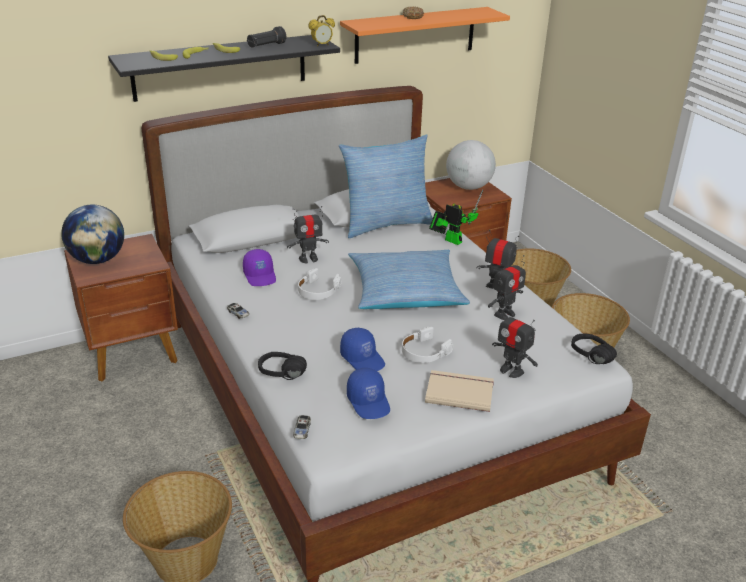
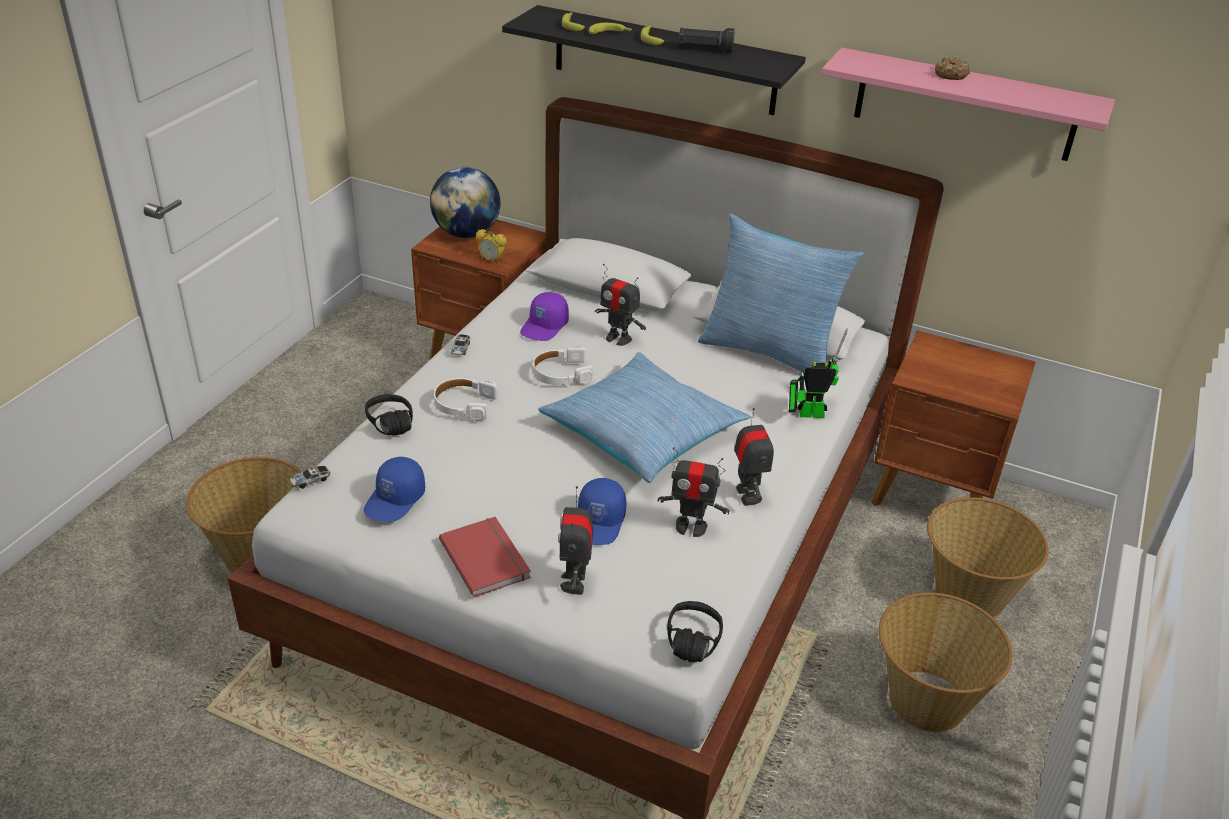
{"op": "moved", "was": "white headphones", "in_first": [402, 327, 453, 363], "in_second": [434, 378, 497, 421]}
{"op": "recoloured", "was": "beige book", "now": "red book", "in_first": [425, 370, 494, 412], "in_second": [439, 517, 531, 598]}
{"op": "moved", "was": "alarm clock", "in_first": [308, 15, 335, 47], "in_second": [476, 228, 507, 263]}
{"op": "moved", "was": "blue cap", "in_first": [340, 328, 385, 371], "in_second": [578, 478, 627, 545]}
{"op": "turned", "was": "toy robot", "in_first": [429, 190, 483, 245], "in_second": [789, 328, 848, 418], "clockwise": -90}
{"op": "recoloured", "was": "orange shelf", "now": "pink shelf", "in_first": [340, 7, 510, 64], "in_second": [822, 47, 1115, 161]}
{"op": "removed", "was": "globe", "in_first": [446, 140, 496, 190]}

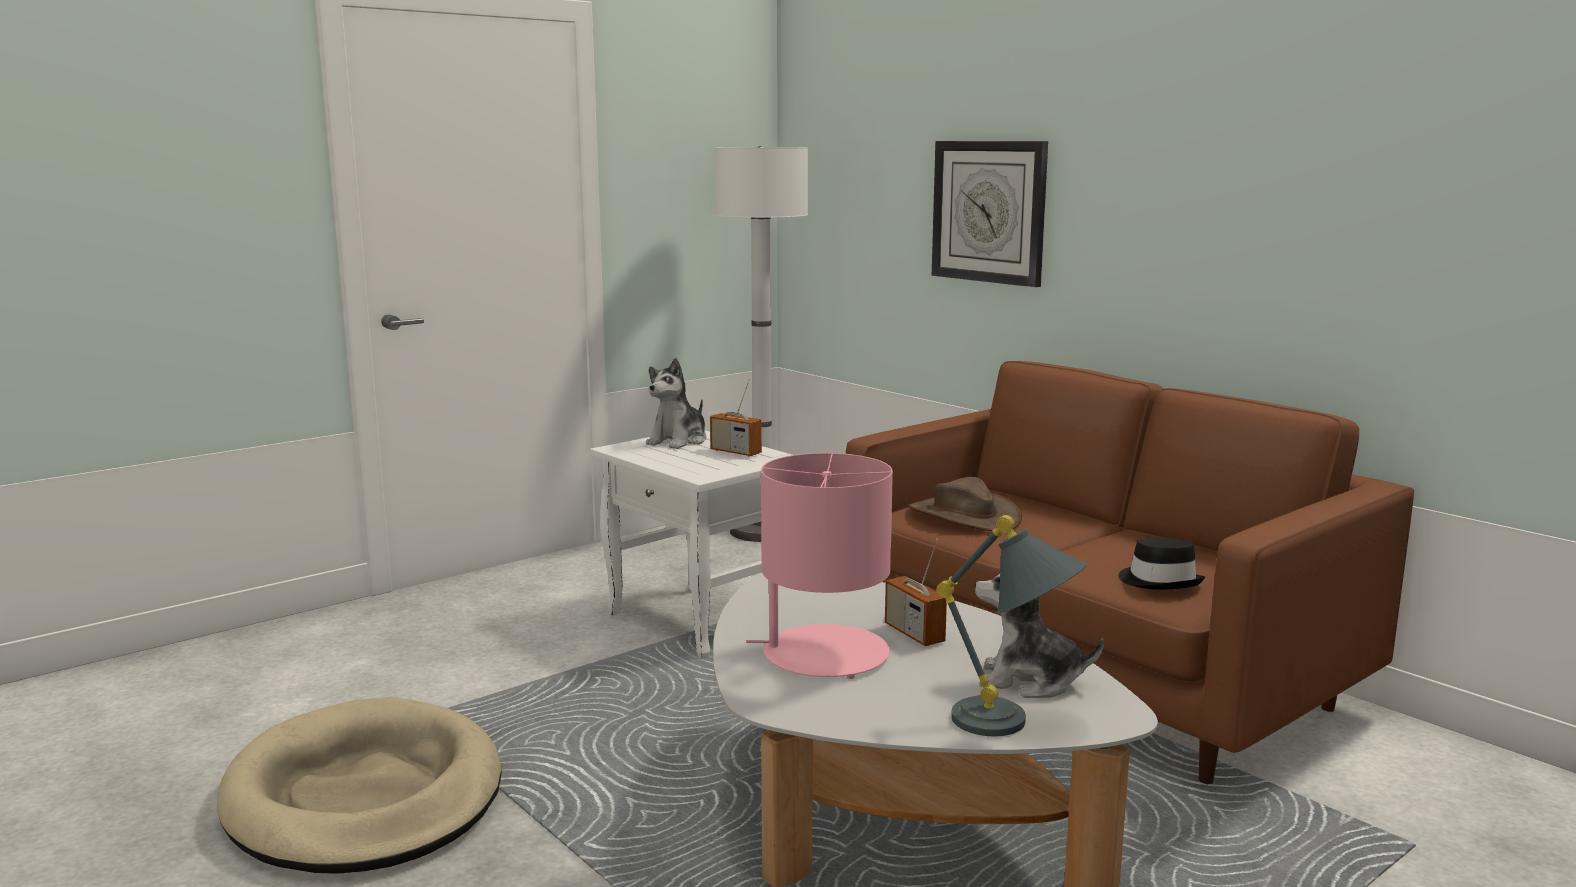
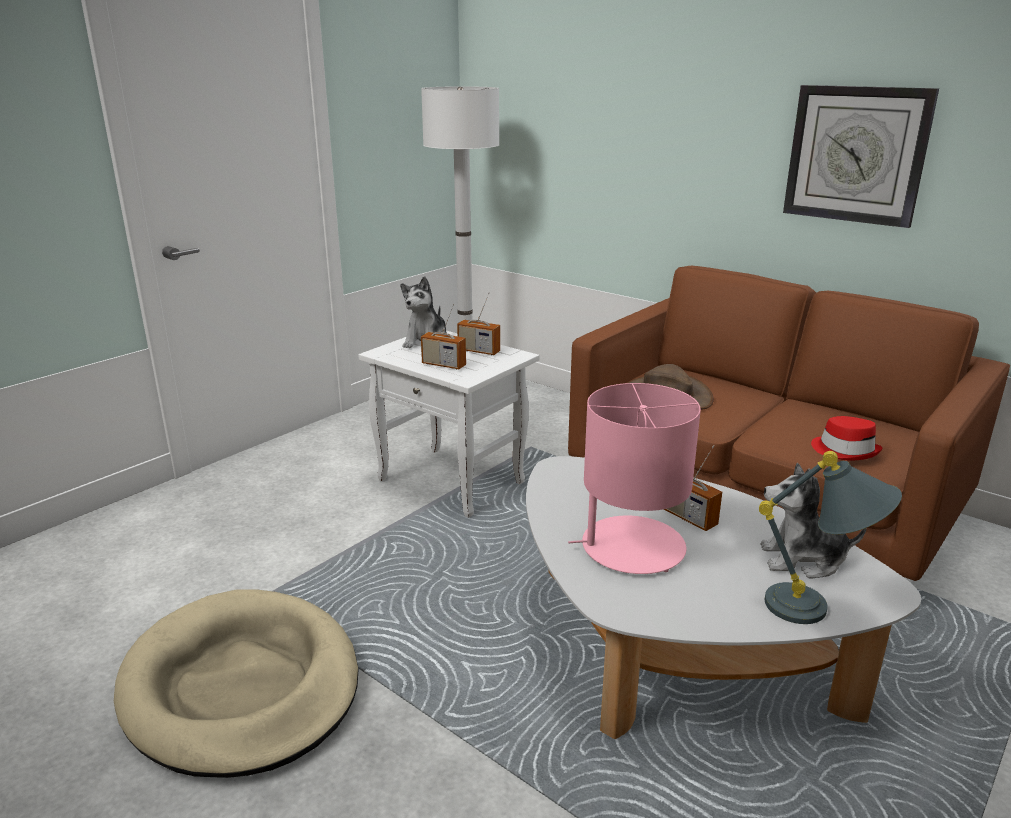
{"op": "added", "now": "radio", "in_second": [421, 303, 466, 369]}
{"op": "moved", "was": "wall clock", "in_first": [932, 141, 1048, 287], "in_second": [783, 85, 939, 228]}
{"op": "recoloured", "was": "black hat", "now": "red hat", "in_first": [1118, 537, 1205, 590], "in_second": [811, 416, 882, 461]}

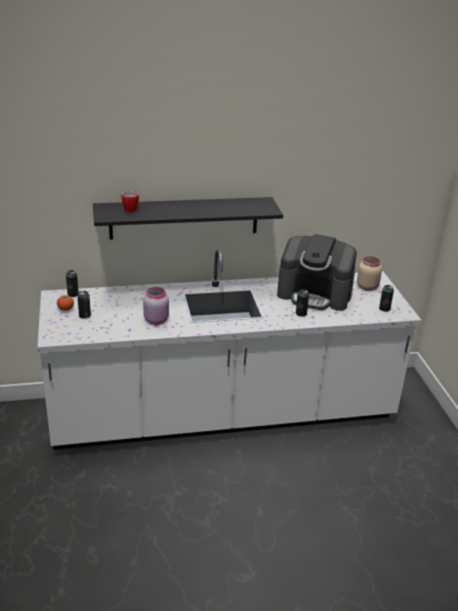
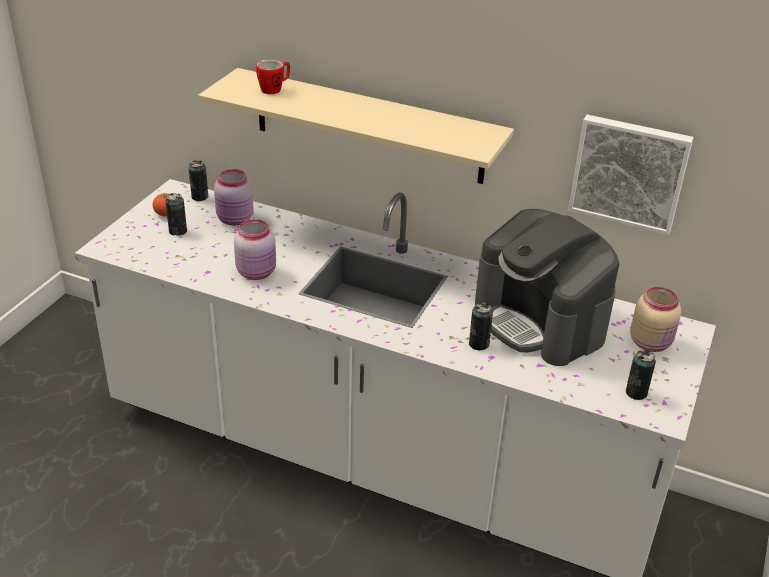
{"op": "recoloured", "was": "black shelf", "now": "beige shelf", "in_first": [93, 197, 283, 240], "in_second": [198, 68, 514, 184]}
{"op": "added", "now": "pink jar", "in_second": [214, 169, 254, 226]}
{"op": "added", "now": "picture", "in_second": [568, 115, 694, 235]}

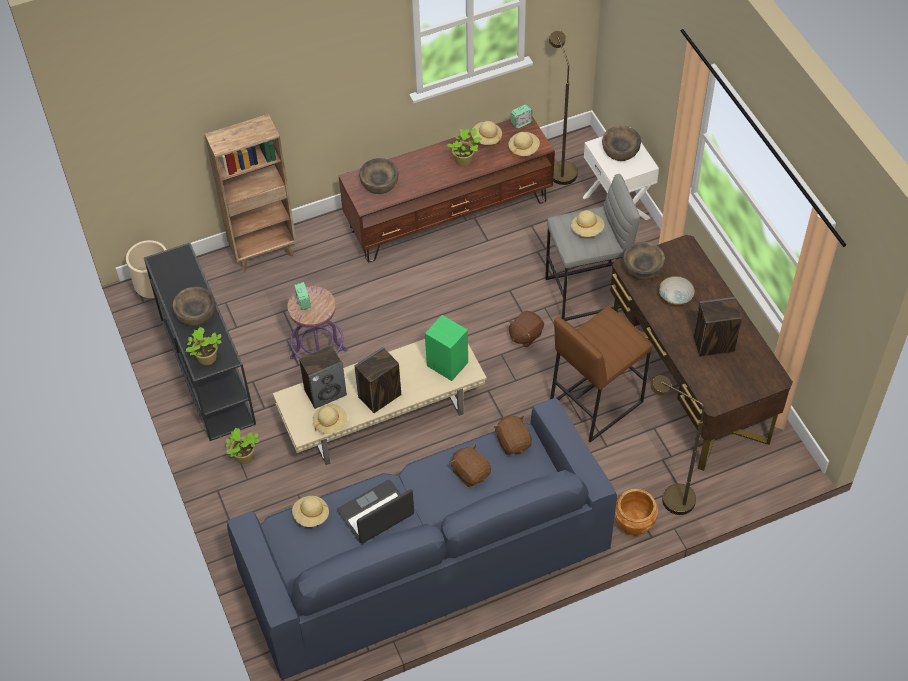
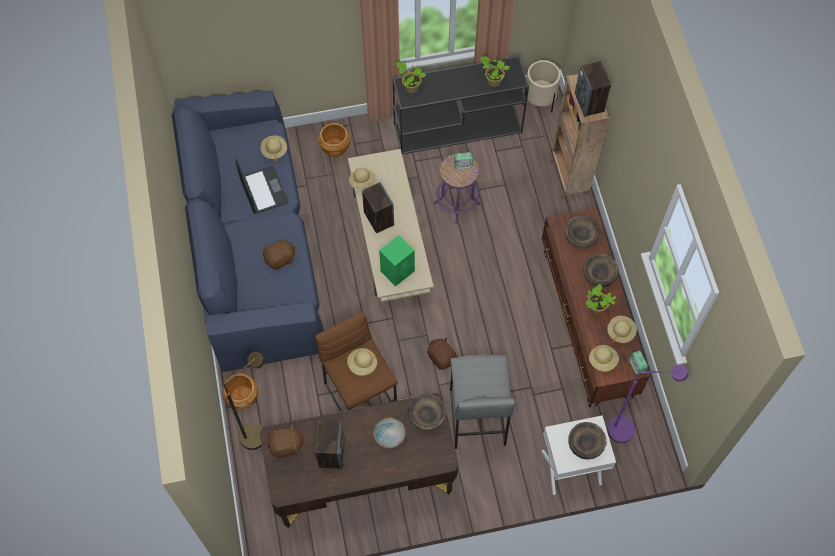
{"op": "moved", "was": "brown plush toy", "in_first": [494, 415, 532, 455], "in_second": [268, 424, 305, 458]}
{"op": "added", "now": "brown planter", "in_second": [318, 123, 350, 157]}
{"op": "moved", "was": "beige hat", "in_first": [571, 210, 605, 237], "in_second": [347, 348, 377, 376]}
{"op": "moved", "was": "potted plant", "in_first": [226, 428, 259, 464], "in_second": [480, 56, 510, 87]}
{"op": "moved", "was": "speaker", "in_first": [299, 345, 347, 409], "in_second": [575, 61, 611, 117]}
{"op": "moved", "was": "brown bowl", "in_first": [173, 287, 216, 326], "in_second": [583, 254, 619, 288]}
{"op": "recoloured", "was": "brown floor lamp", "now": "purple floor lamp", "in_first": [549, 31, 578, 185], "in_second": [607, 364, 688, 443]}

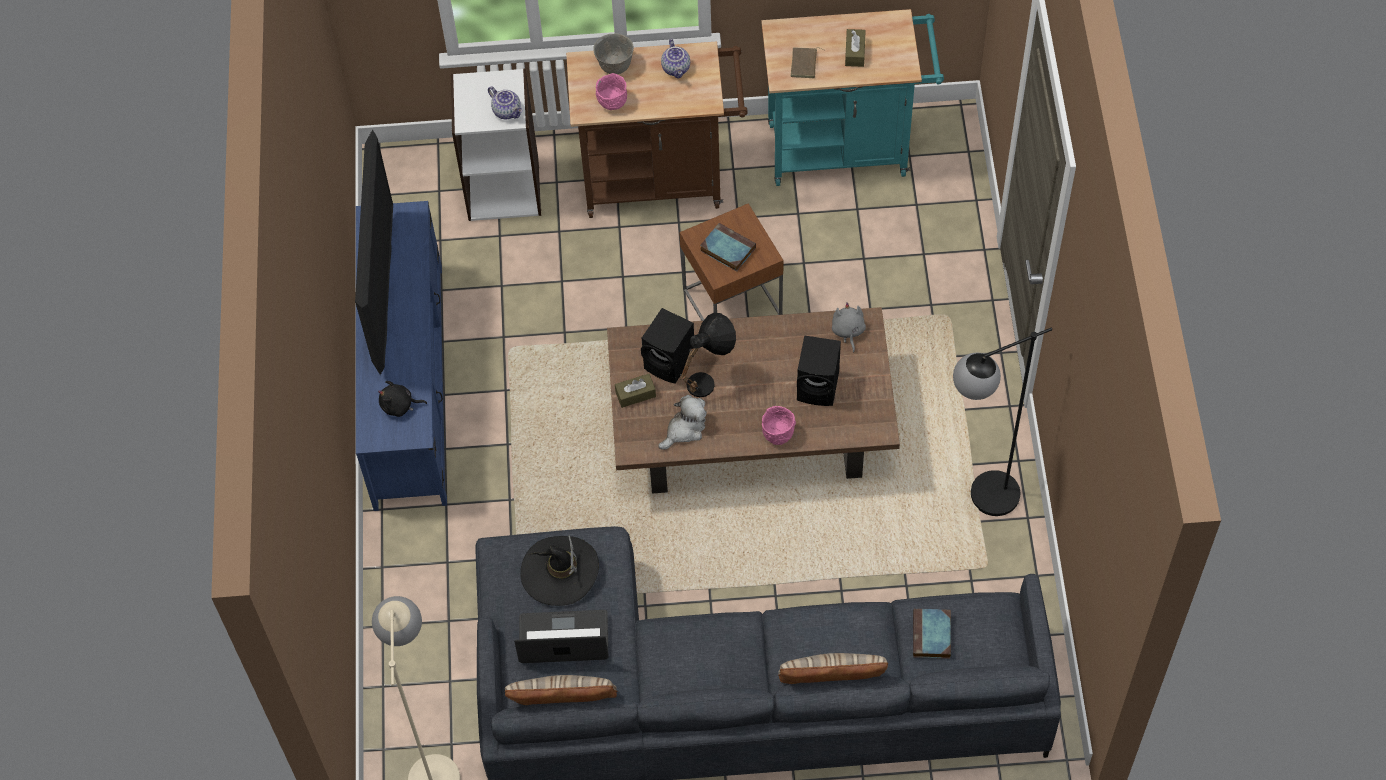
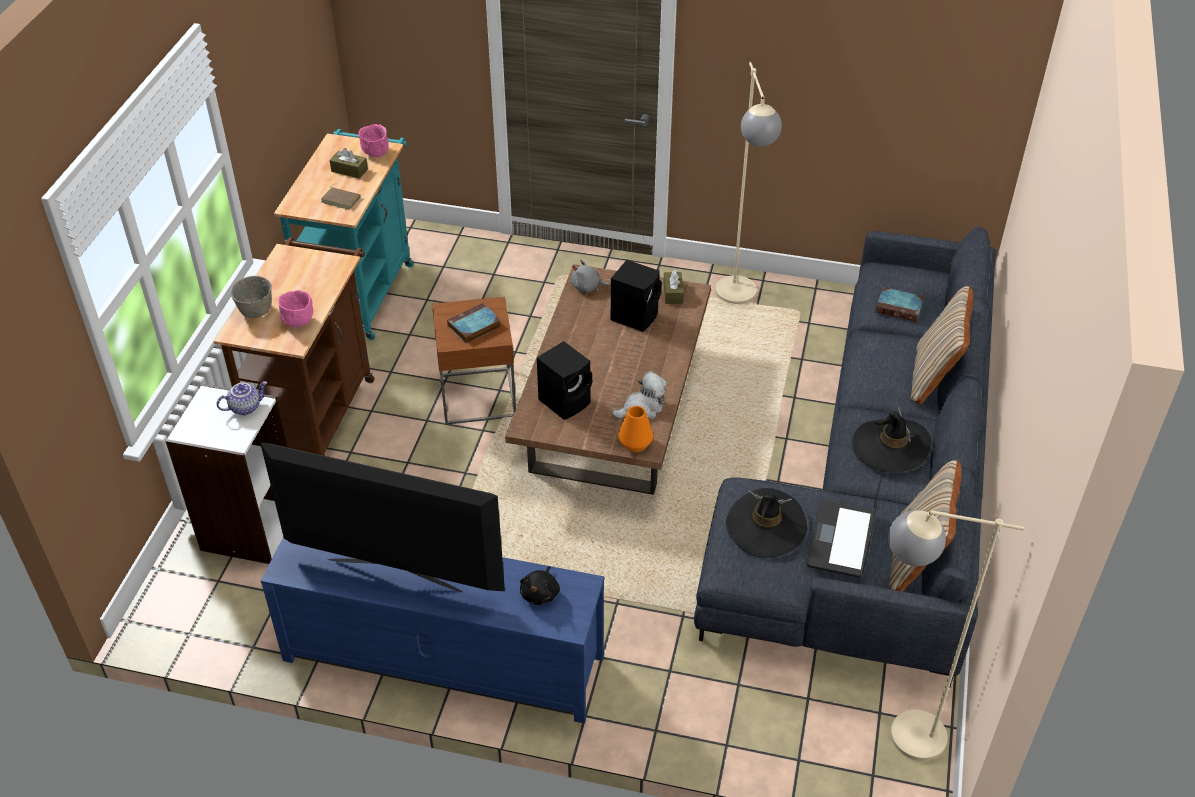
{"op": "moved", "was": "pink bowl", "in_first": [762, 406, 796, 445], "in_second": [358, 124, 389, 157]}
{"op": "turned", "was": "plush toy", "in_first": [658, 395, 707, 450], "in_second": [612, 371, 667, 419], "clockwise": 90}
{"op": "added", "now": "orange vase", "in_second": [618, 406, 653, 452]}
{"op": "moved", "was": "brown tissue box", "in_first": [615, 374, 656, 408], "in_second": [663, 269, 684, 304]}
{"op": "recoloured", "was": "black floor lamp", "now": "beige floor lamp", "in_first": [953, 328, 1052, 516], "in_second": [715, 62, 782, 304]}
{"op": "added", "now": "black hat", "in_second": [852, 407, 931, 473]}
{"op": "removed", "was": "teapot", "in_first": [661, 39, 690, 79]}
{"op": "removed", "was": "black table lamp", "in_first": [680, 313, 736, 397]}

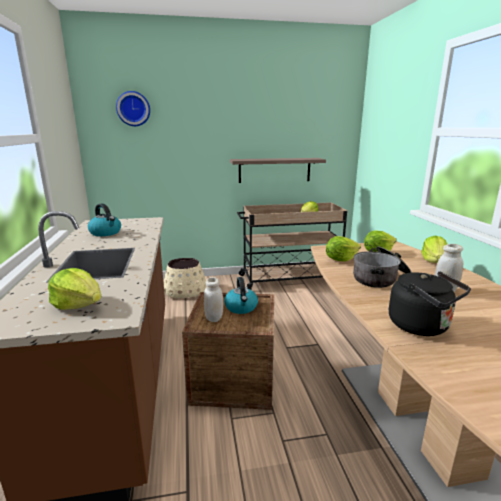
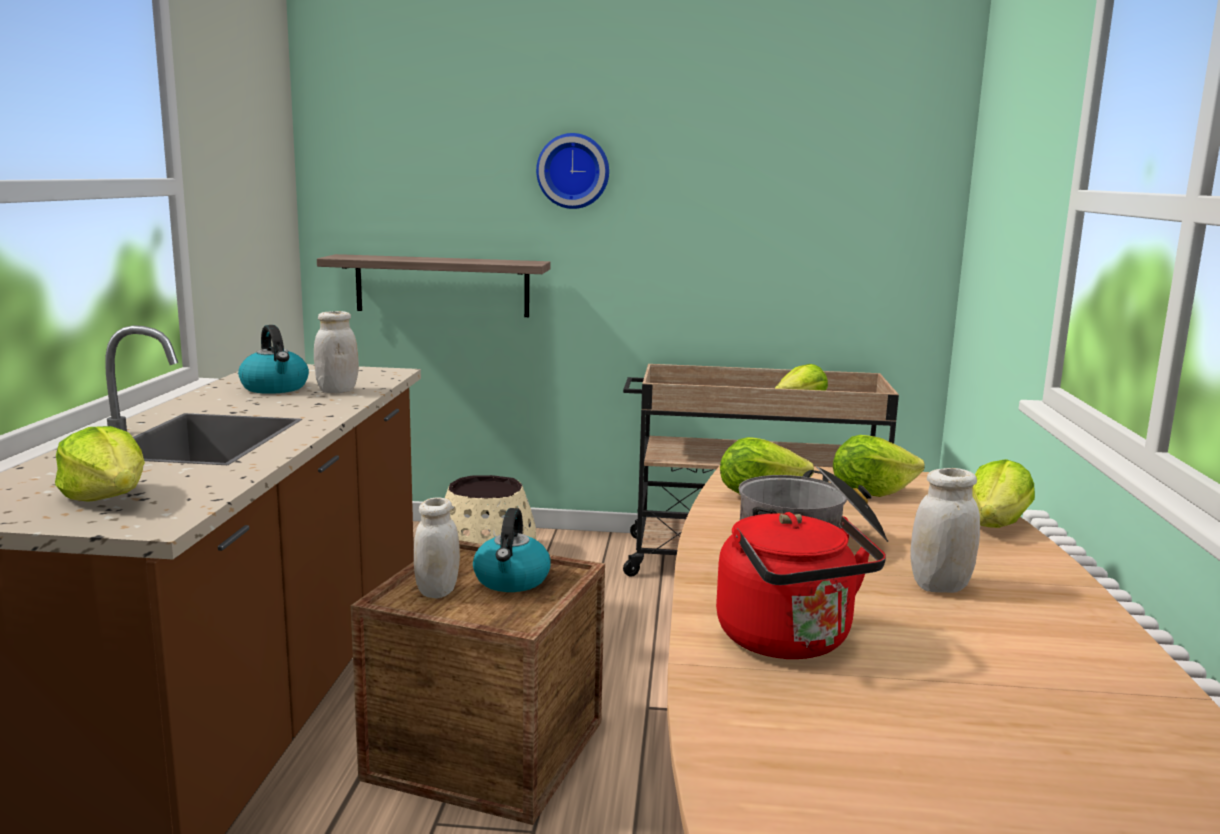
{"op": "added", "now": "white jar", "in_second": [314, 311, 359, 393]}
{"op": "moved", "was": "shelf", "in_first": [230, 158, 326, 183], "in_second": [317, 254, 551, 317]}
{"op": "moved", "was": "wall clock", "in_first": [116, 91, 150, 126], "in_second": [536, 133, 609, 209]}
{"op": "recoloured", "was": "black kettle", "now": "red kettle", "in_first": [389, 271, 471, 336], "in_second": [716, 512, 886, 659]}

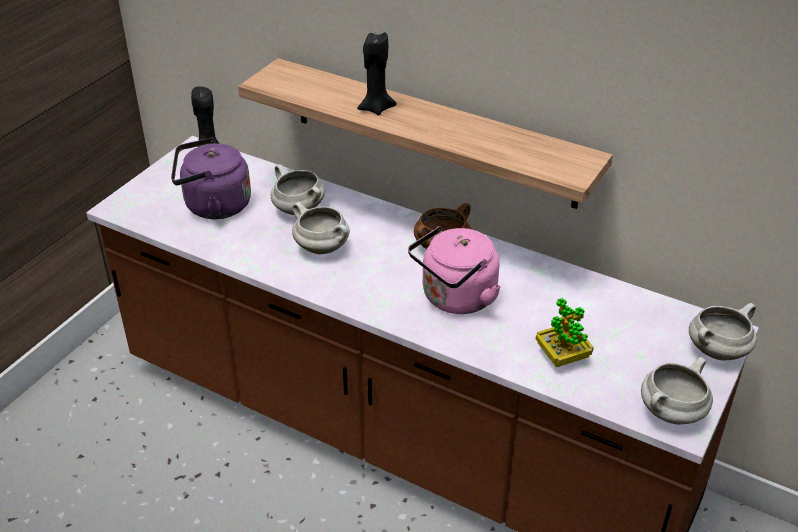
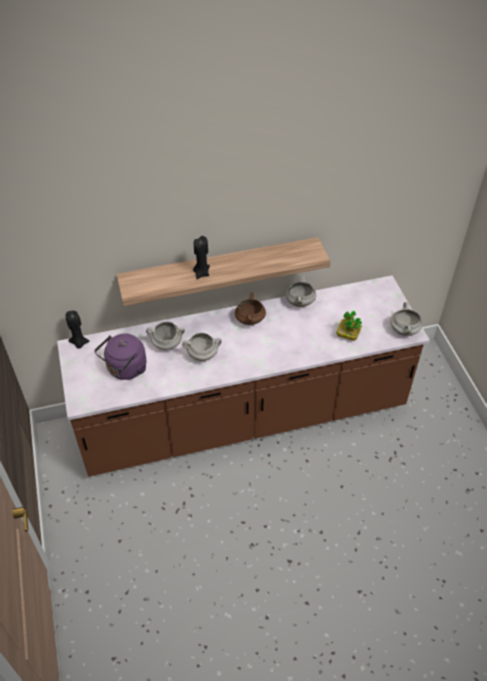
{"op": "moved", "was": "white cooking pot", "in_first": [689, 303, 757, 360], "in_second": [286, 275, 316, 307]}
{"op": "removed", "was": "pink kettle", "in_first": [408, 226, 501, 314]}

